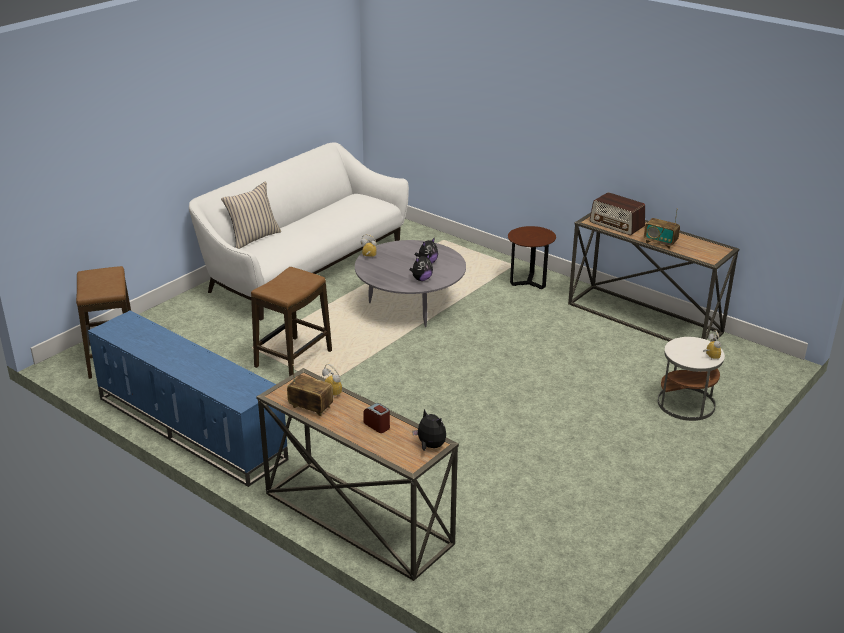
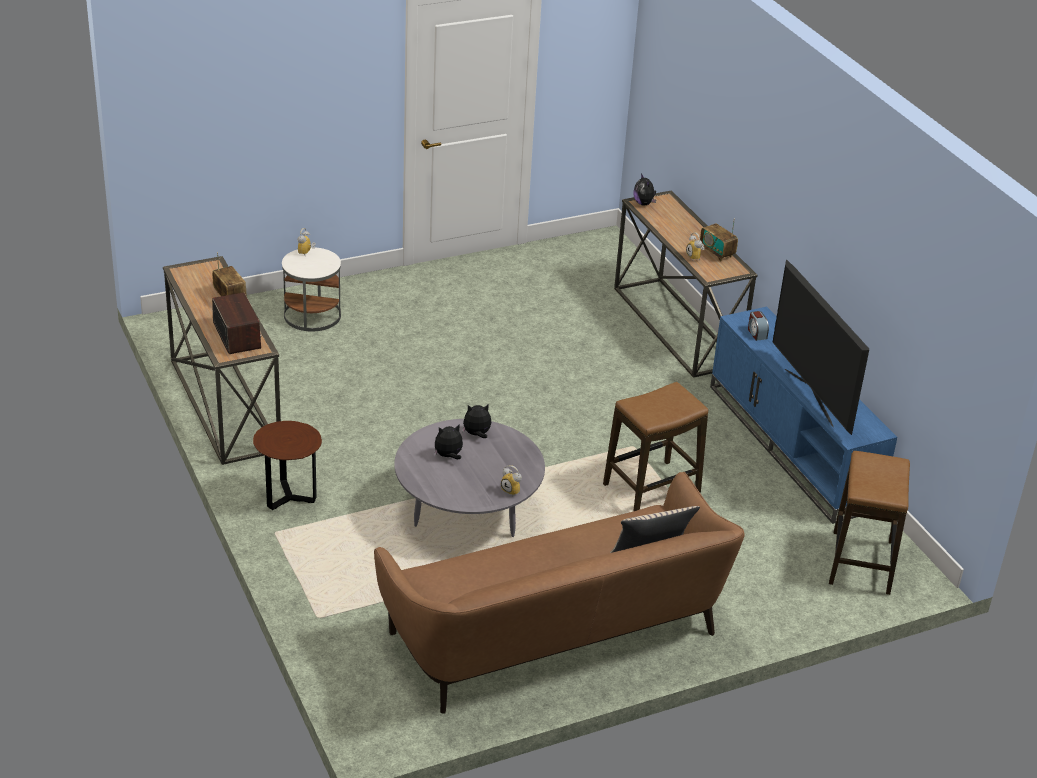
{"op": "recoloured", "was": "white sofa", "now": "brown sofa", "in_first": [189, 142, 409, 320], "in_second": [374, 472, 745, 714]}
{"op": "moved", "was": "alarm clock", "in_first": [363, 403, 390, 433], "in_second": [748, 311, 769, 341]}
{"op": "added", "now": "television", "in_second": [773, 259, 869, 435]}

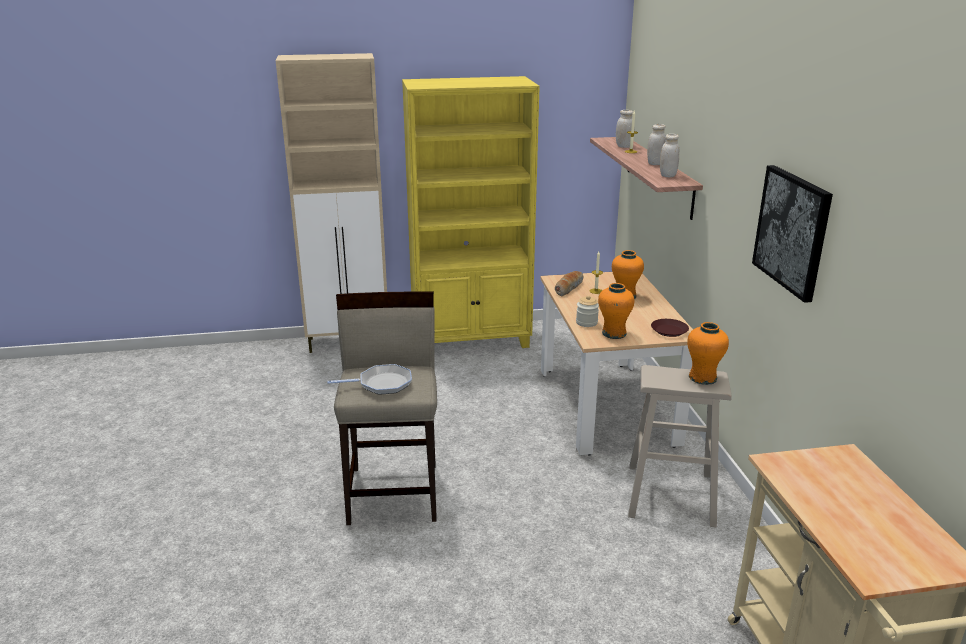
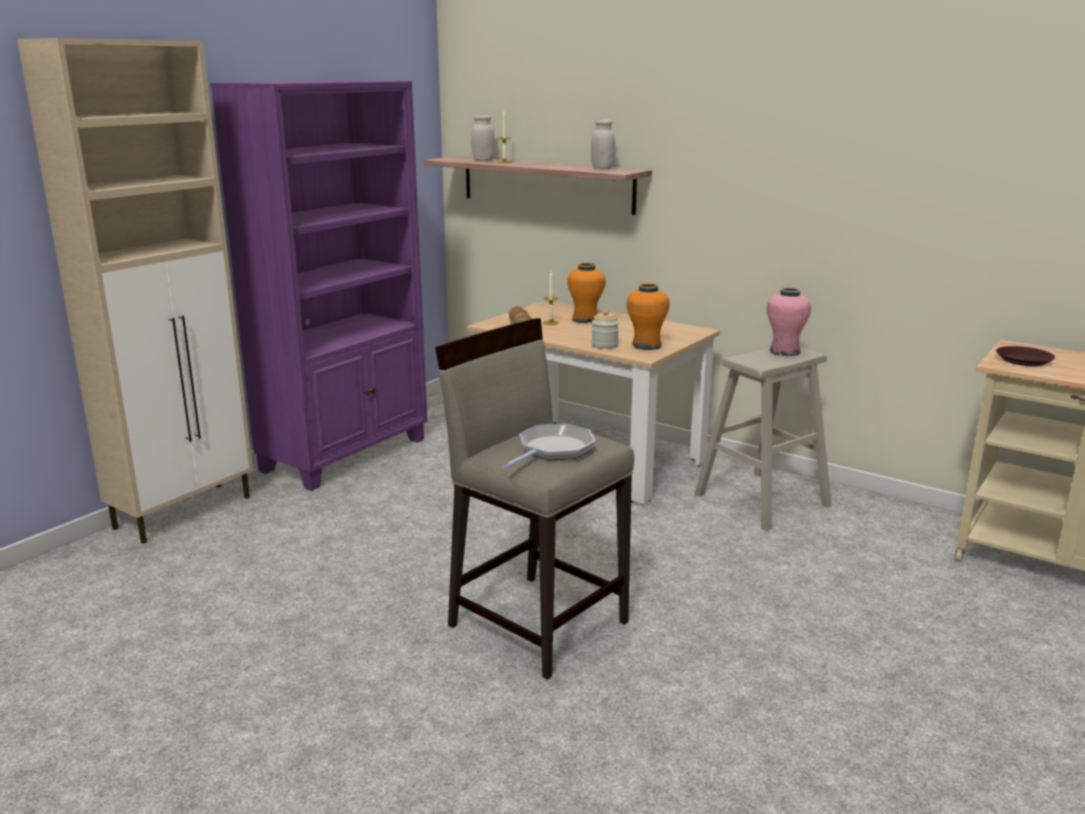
{"op": "recoloured", "was": "yellow bookcase", "now": "purple bookcase", "in_first": [402, 76, 540, 348], "in_second": [210, 80, 427, 491]}
{"op": "recoloured", "was": "orange vase", "now": "pink vase", "in_first": [687, 322, 729, 385], "in_second": [767, 287, 811, 356]}
{"op": "moved", "was": "brown plate", "in_first": [651, 319, 689, 337], "in_second": [996, 346, 1055, 366]}
{"op": "removed", "was": "white jar", "in_first": [647, 124, 666, 165]}
{"op": "removed", "was": "picture", "in_first": [752, 165, 833, 303]}

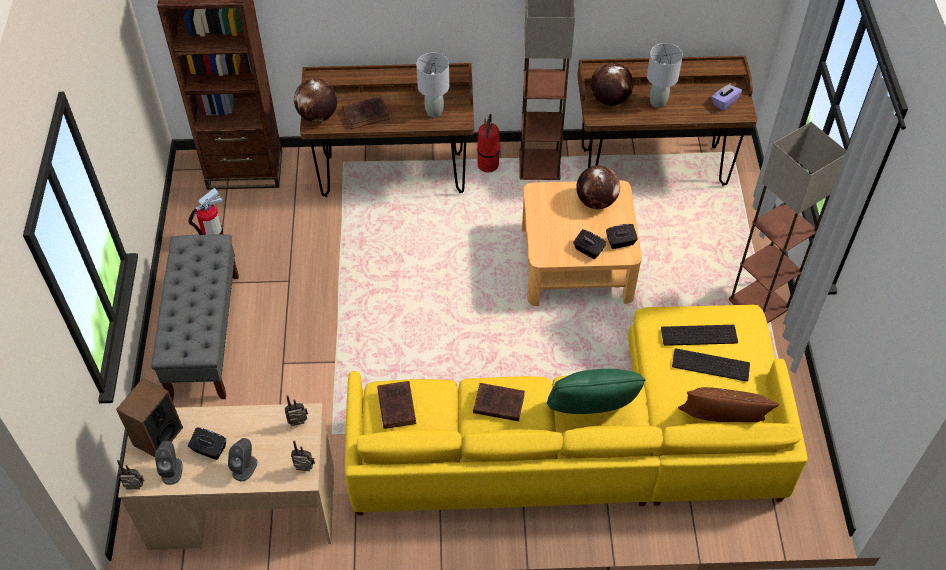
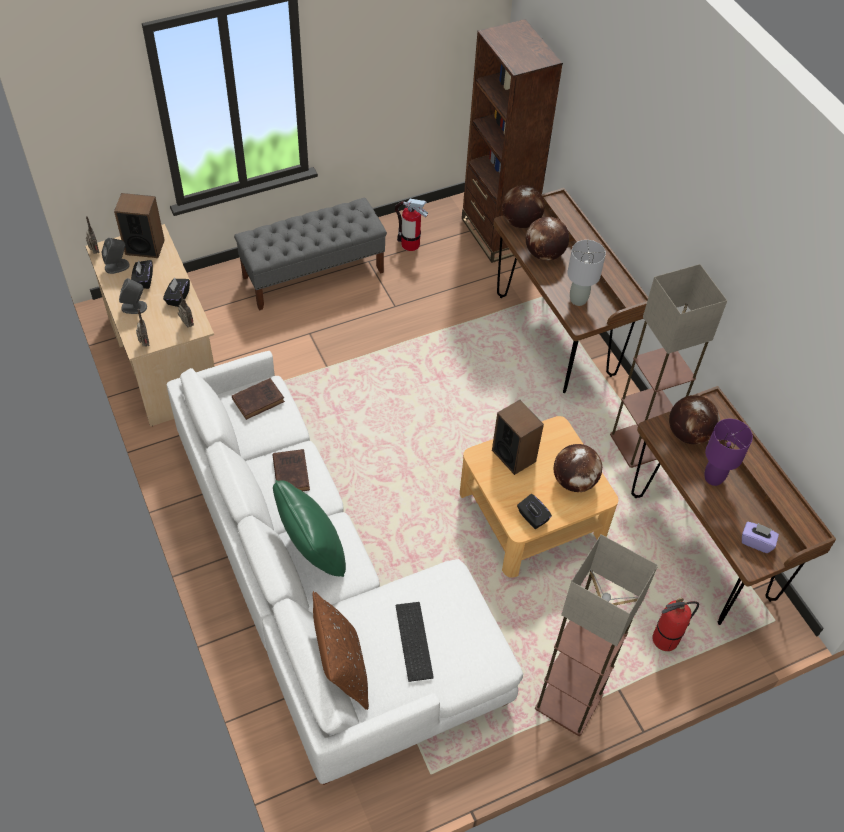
{"op": "moved", "was": "black tissue box", "in_first": [573, 229, 606, 259], "in_second": [163, 278, 190, 307]}
{"op": "recoloured", "was": "yellow sofa", "now": "white sofa", "in_first": [345, 305, 808, 515], "in_second": [167, 351, 523, 785]}
{"op": "added", "now": "speaker", "in_second": [492, 400, 544, 475]}
{"op": "replaced", "was": "brown book", "now": "globe", "in_first": [343, 96, 390, 129], "in_second": [526, 217, 569, 261]}
{"op": "moved", "was": "fire extinguisher", "in_first": [477, 114, 500, 172], "in_second": [652, 598, 699, 651]}
{"op": "recoloured", "was": "grey table lamp", "now": "purple table lamp", "in_first": [647, 43, 683, 108], "in_second": [704, 419, 753, 486]}
{"op": "removed", "was": "keyboard", "in_first": [661, 325, 738, 346]}

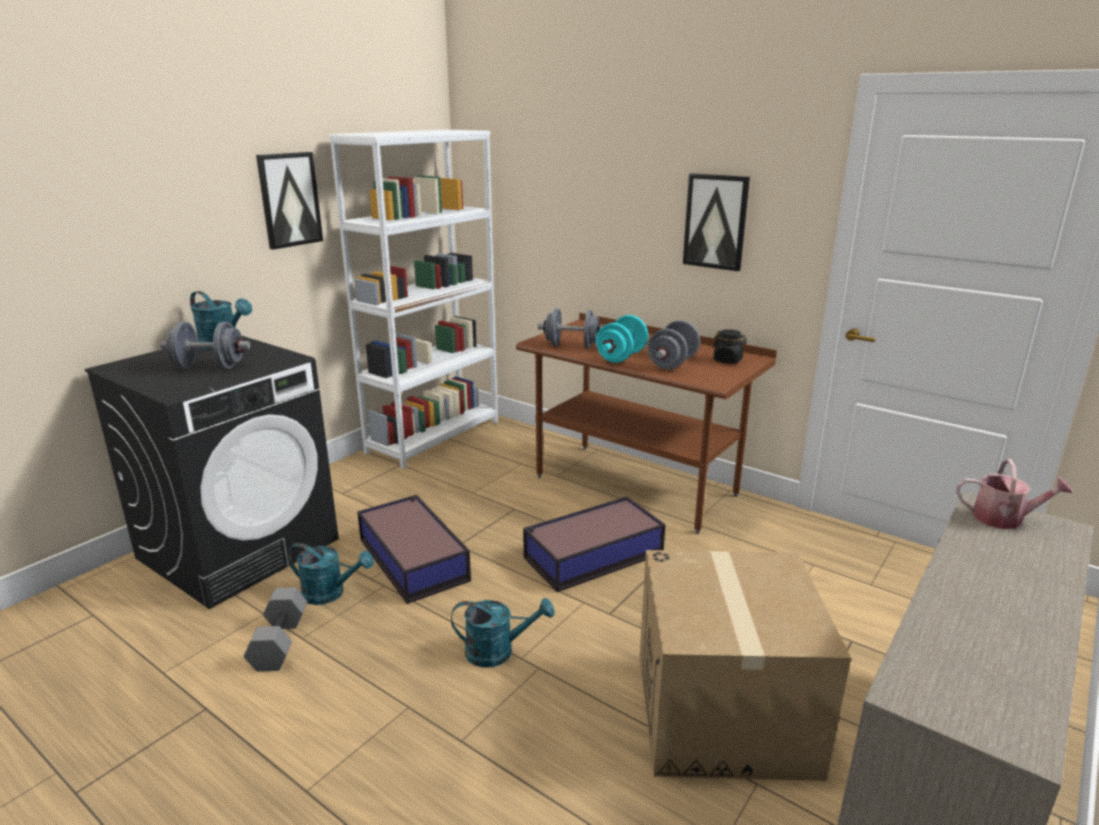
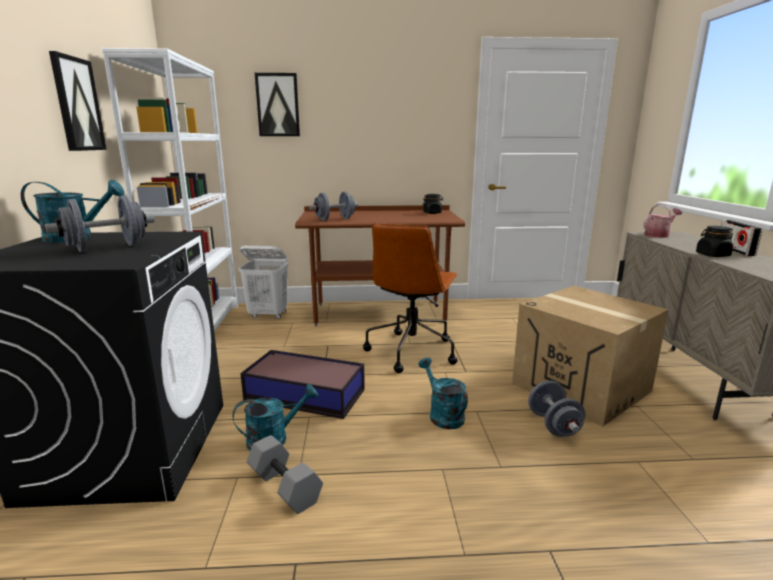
{"op": "added", "now": "white laundry basket", "in_second": [239, 246, 288, 319]}
{"op": "moved", "was": "picture", "in_first": [683, 173, 750, 271], "in_second": [255, 73, 300, 136]}
{"op": "replaced", "was": "storage box", "now": "brown office chair", "in_first": [523, 497, 666, 592], "in_second": [363, 223, 458, 373]}
{"op": "turned", "was": "turquoise watering can", "in_first": [451, 598, 555, 667], "in_second": [419, 357, 468, 429], "clockwise": -75}
{"op": "moved", "was": "grey dumbbell", "in_first": [648, 320, 700, 370], "in_second": [528, 381, 585, 437]}
{"op": "added", "now": "black jar", "in_second": [696, 226, 733, 257]}
{"op": "added", "now": "radio", "in_second": [721, 220, 762, 256]}
{"op": "removed", "was": "turquoise dumbbell", "in_first": [596, 315, 648, 363]}

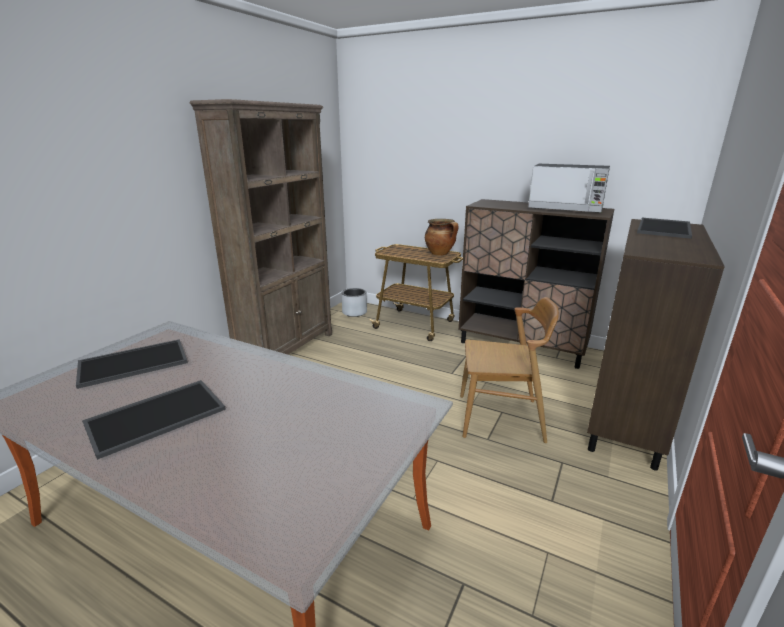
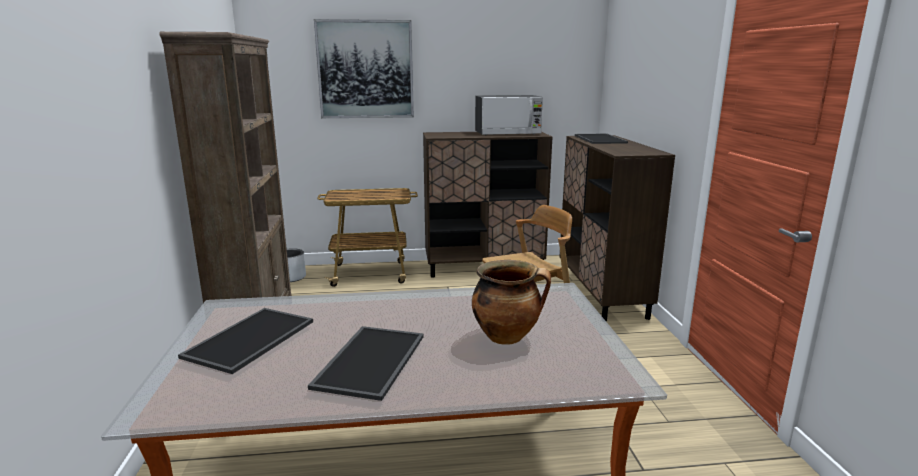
{"op": "added", "now": "picture", "in_second": [314, 19, 414, 118]}
{"op": "moved", "was": "cooking pot", "in_first": [425, 219, 459, 256], "in_second": [472, 260, 551, 345]}

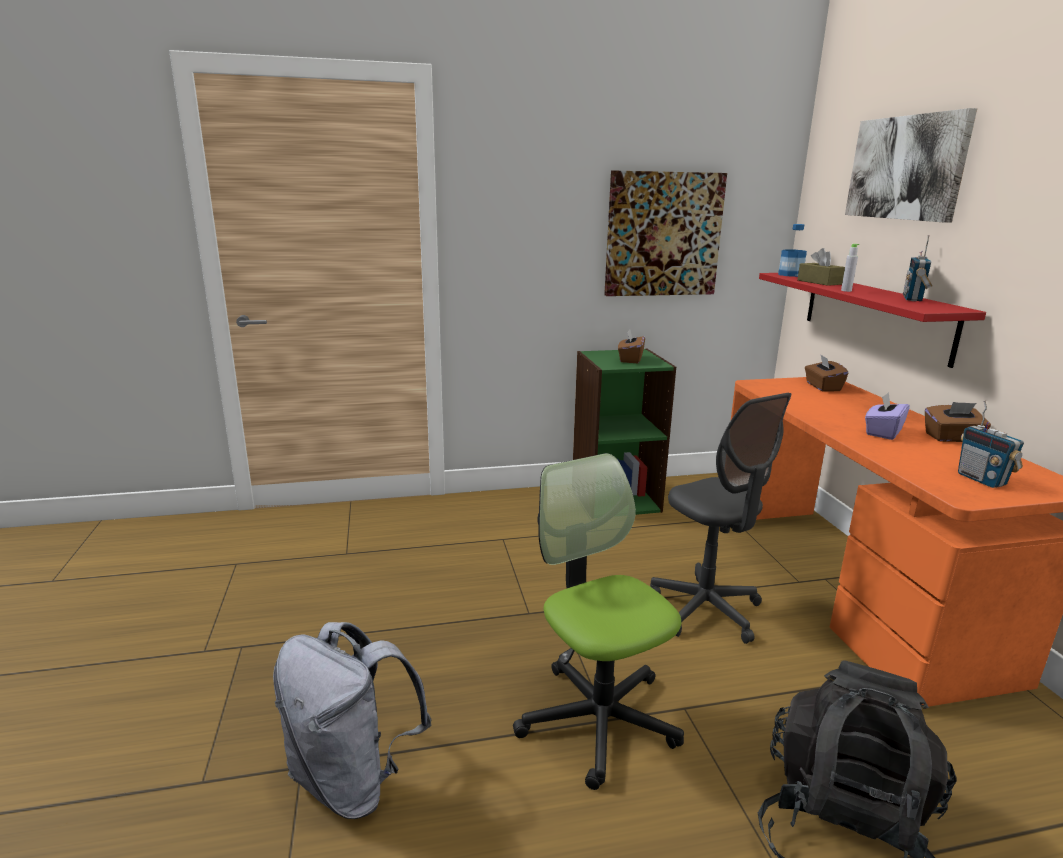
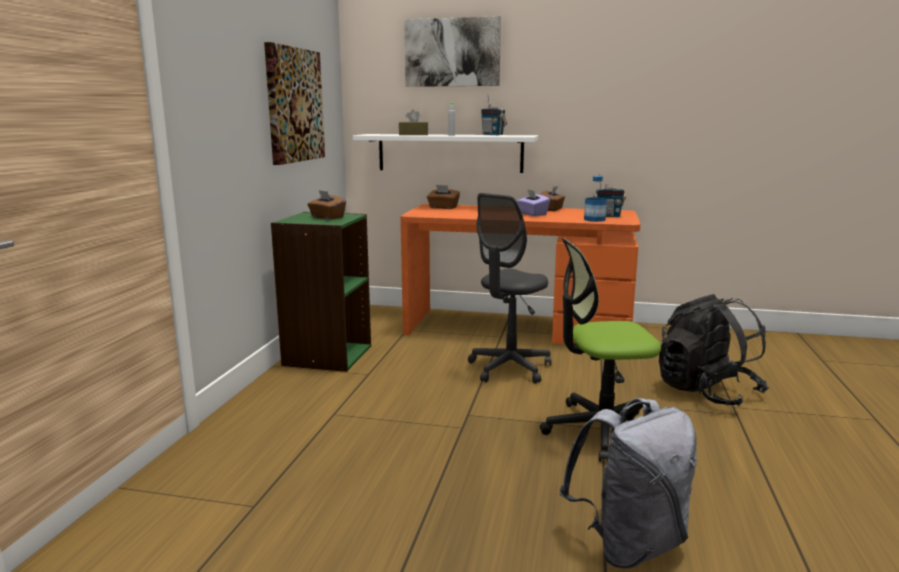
{"op": "recoloured", "was": "red shelf", "now": "white shelf", "in_first": [759, 273, 986, 368], "in_second": [353, 134, 538, 173]}
{"op": "turned", "was": "grey office chair", "in_first": [650, 393, 791, 644], "in_second": [468, 193, 551, 384], "clockwise": 135}
{"op": "moved", "was": "bottle", "in_first": [778, 224, 807, 277], "in_second": [584, 176, 607, 222]}

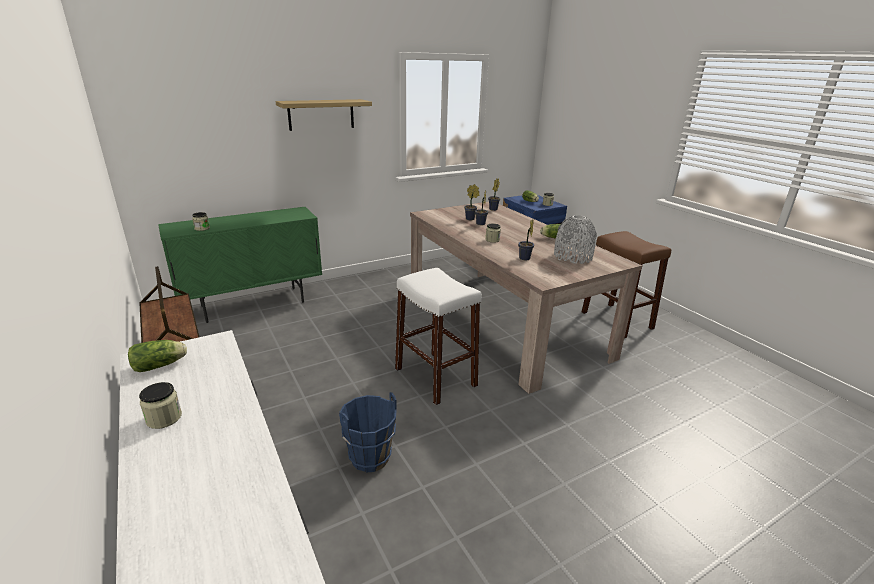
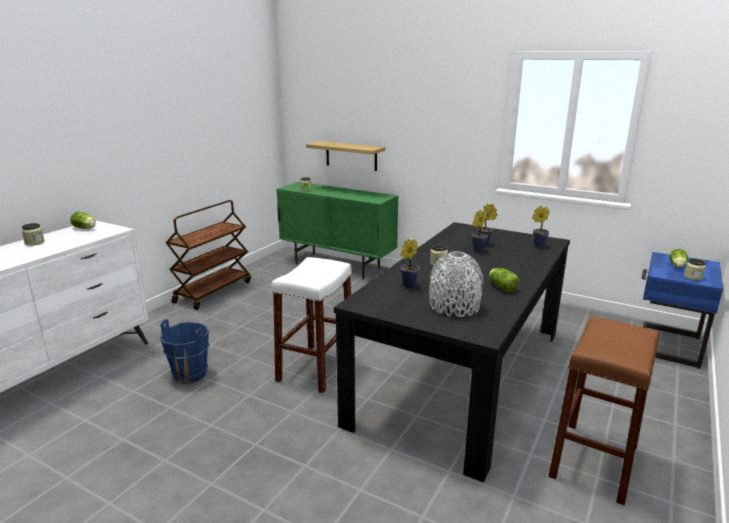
{"op": "moved", "was": "shelf", "in_first": [276, 99, 372, 131], "in_second": [306, 141, 385, 171]}
{"op": "recoloured", "was": "beige dining table", "now": "black dining table", "in_first": [410, 201, 642, 394], "in_second": [334, 222, 570, 482]}

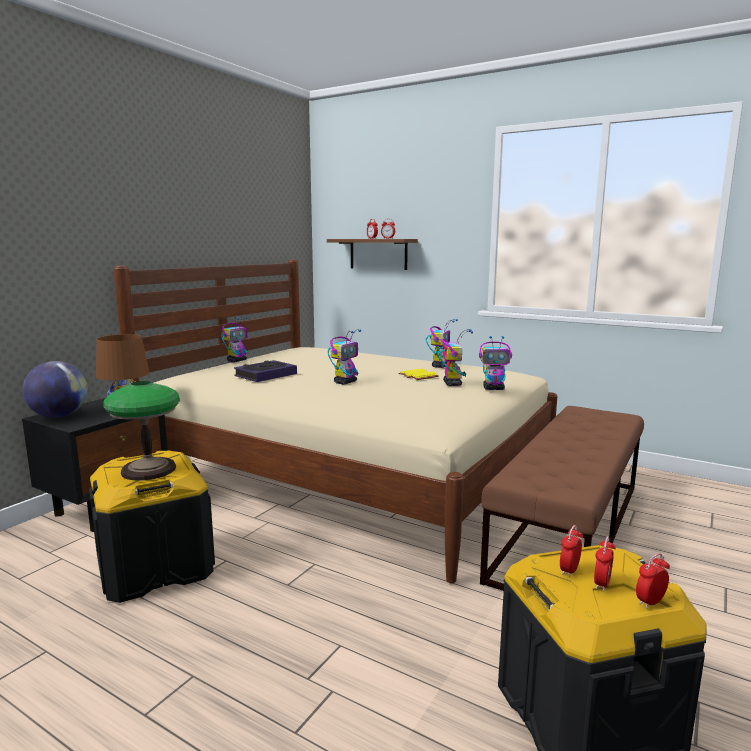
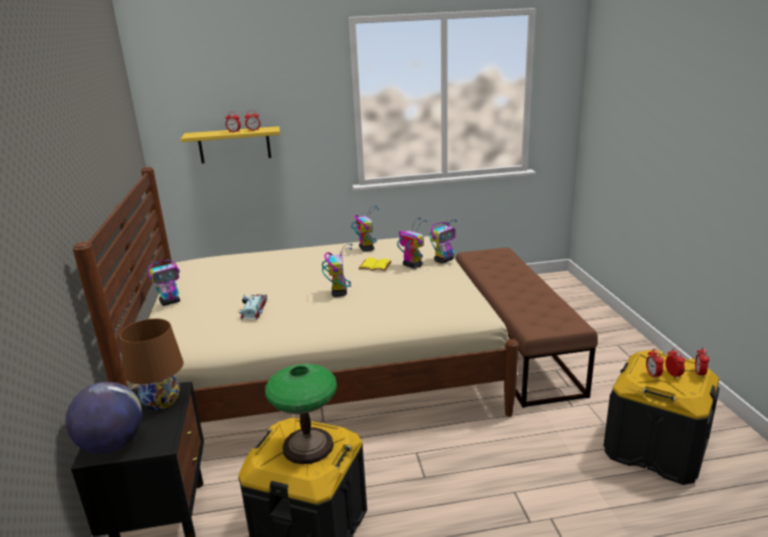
{"op": "turned", "was": "toy robot", "in_first": [221, 317, 247, 362], "in_second": [148, 259, 180, 306], "clockwise": 60}
{"op": "recoloured", "was": "brown shelf", "now": "yellow shelf", "in_first": [327, 239, 418, 270], "in_second": [181, 126, 280, 163]}
{"op": "replaced", "was": "book", "now": "toy car", "in_first": [234, 360, 297, 382], "in_second": [239, 294, 268, 320]}

